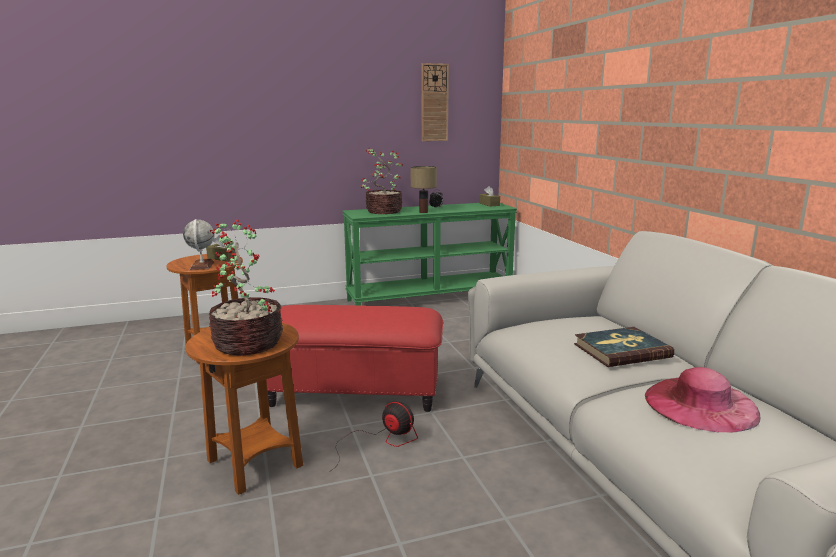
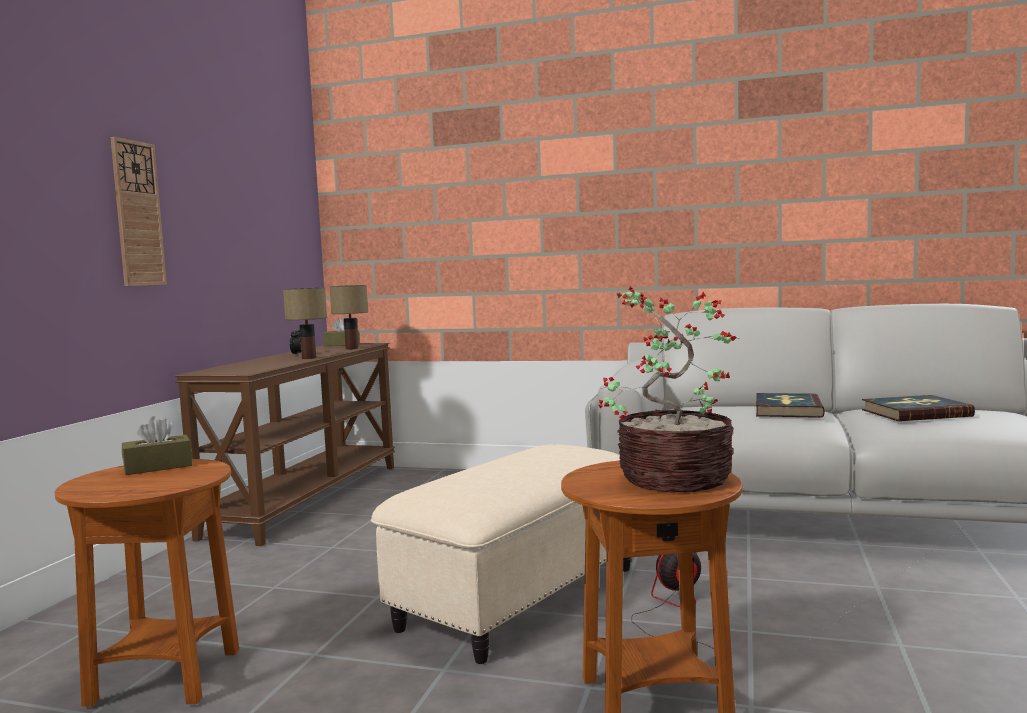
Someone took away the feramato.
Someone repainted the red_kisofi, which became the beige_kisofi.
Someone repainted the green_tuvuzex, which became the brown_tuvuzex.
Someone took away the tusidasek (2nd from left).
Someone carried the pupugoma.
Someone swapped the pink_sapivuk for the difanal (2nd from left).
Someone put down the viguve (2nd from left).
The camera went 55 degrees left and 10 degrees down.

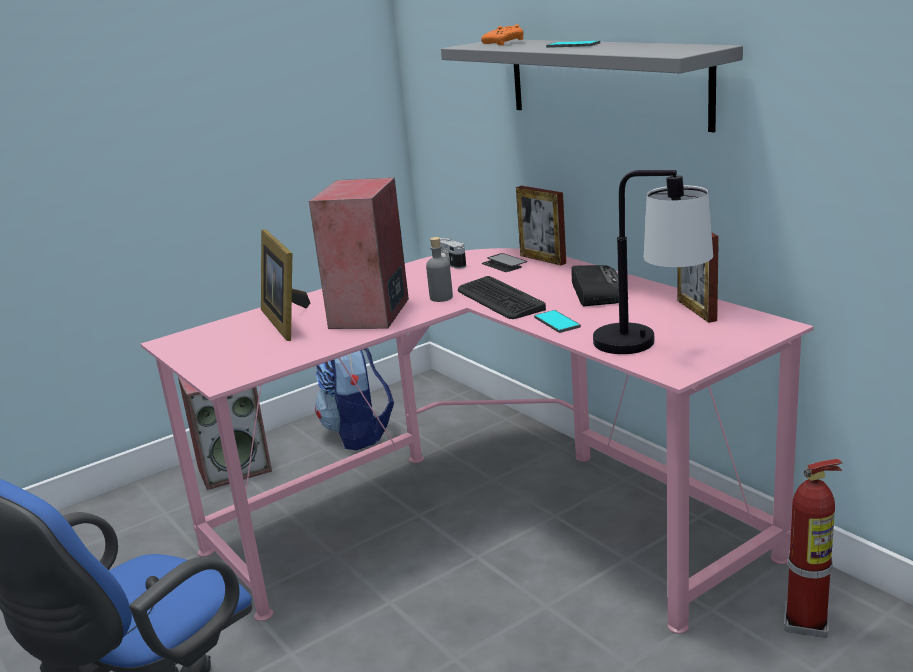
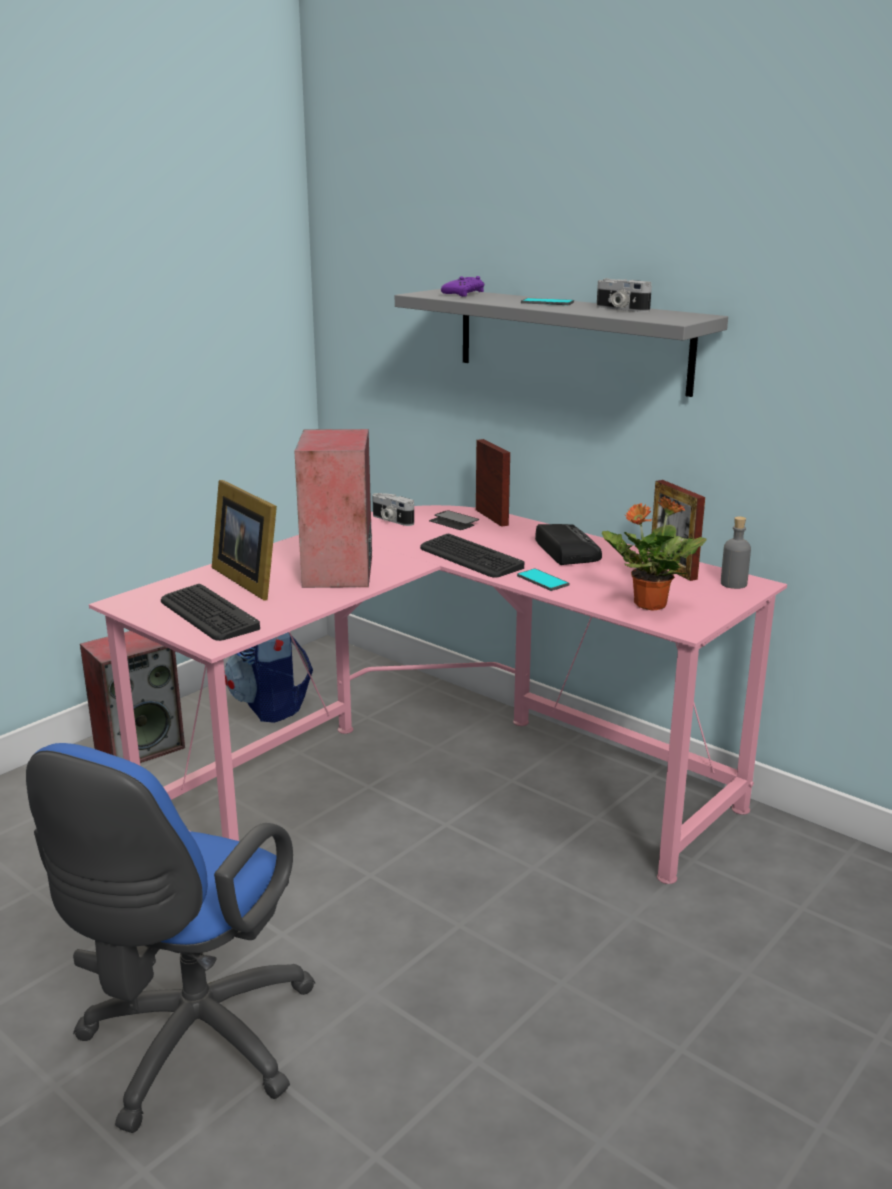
Someone carried the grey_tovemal.
Someone repainted the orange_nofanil, which became the purple_nofanil.
Someone rotated the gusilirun (2nd from left) by 150 degrees counterclockwise.
Someone swapped the viguve for the tusidasek.
Someone took away the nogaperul.
Someone put down the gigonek (1st from left).
Someone put down the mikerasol (2nd from left).
The camera went 15 degrees left and 0 degrees up.

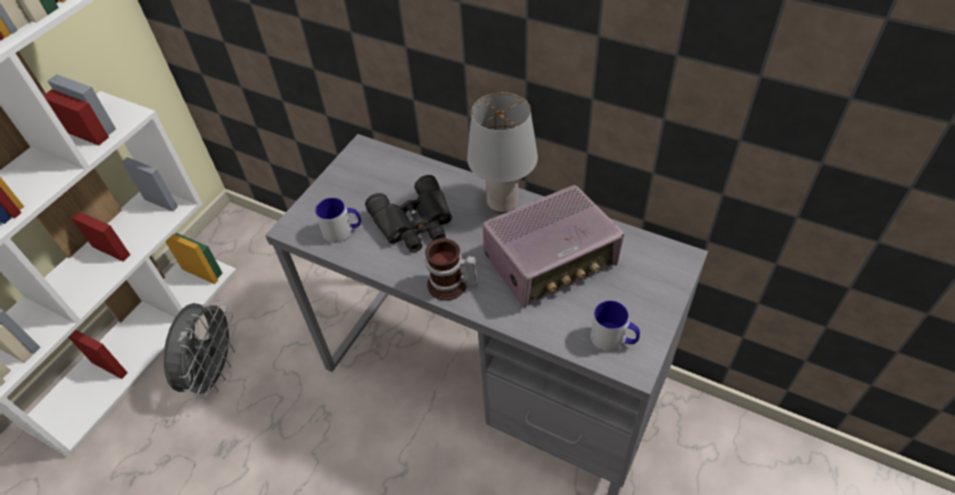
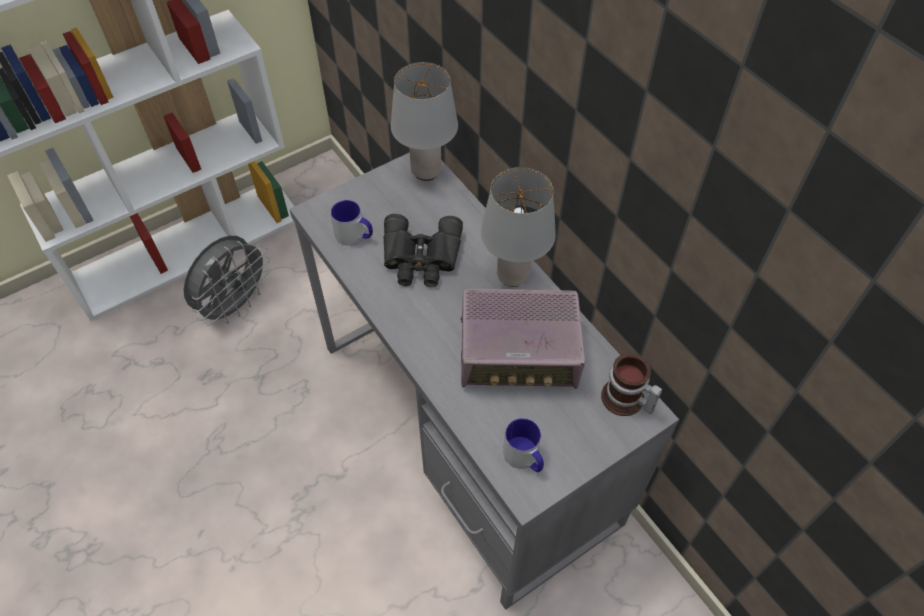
Someone carried the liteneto (2nd from left in the first image).
Someone put down the grey_viguve (1st from left).
The camera went 25 degrees right and 5 degrees up.

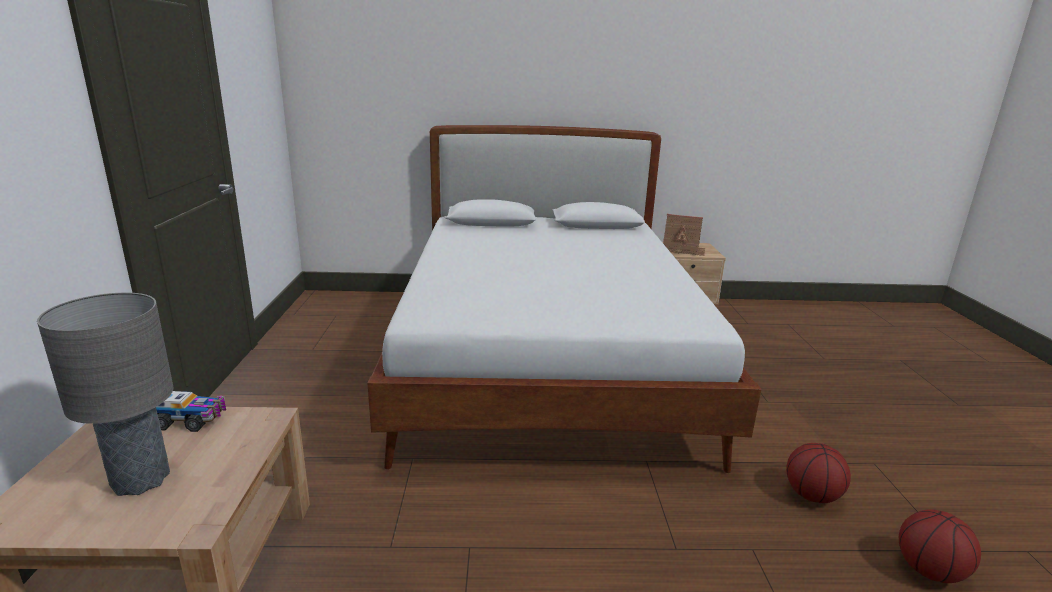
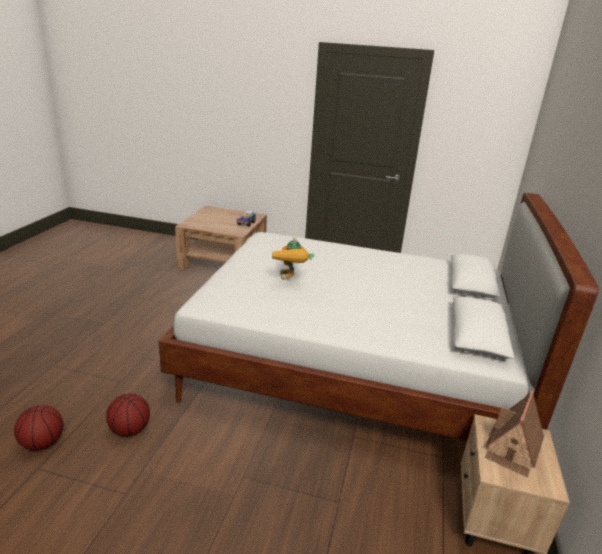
Someone took away the grey_viguve.
Someone put down the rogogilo.
The camera went 105 degrees right and 5 degrees up.

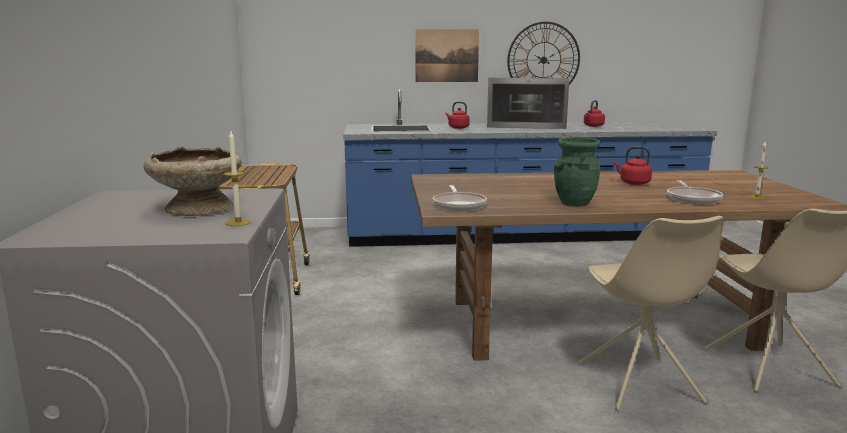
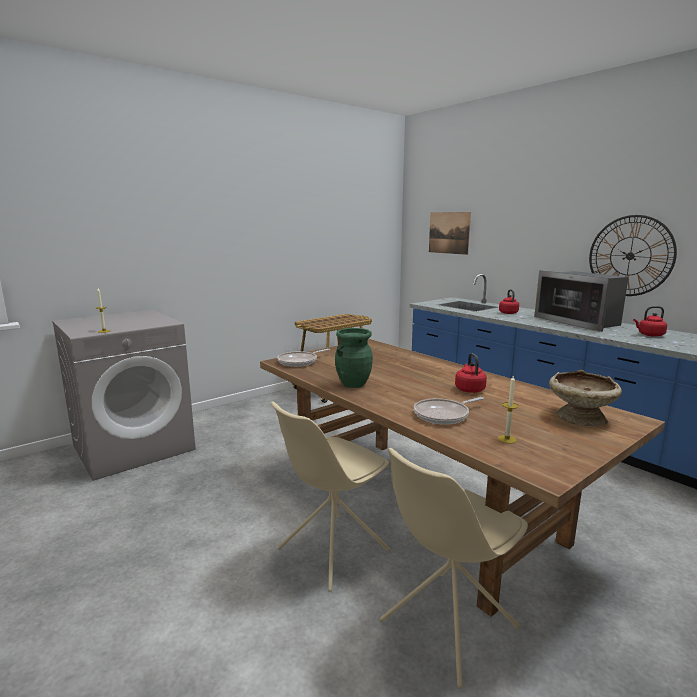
Someone carried the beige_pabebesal.
Someone carried the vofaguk.
The camera went 55 degrees right and 0 degrees up.

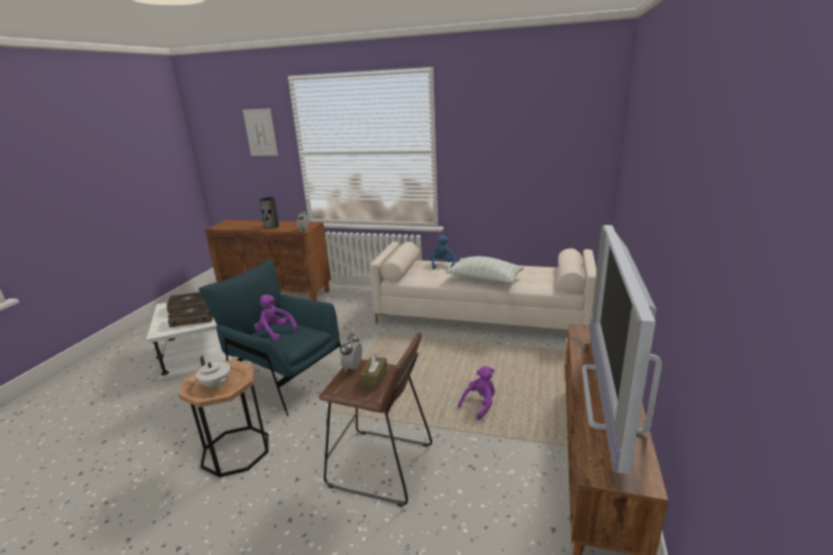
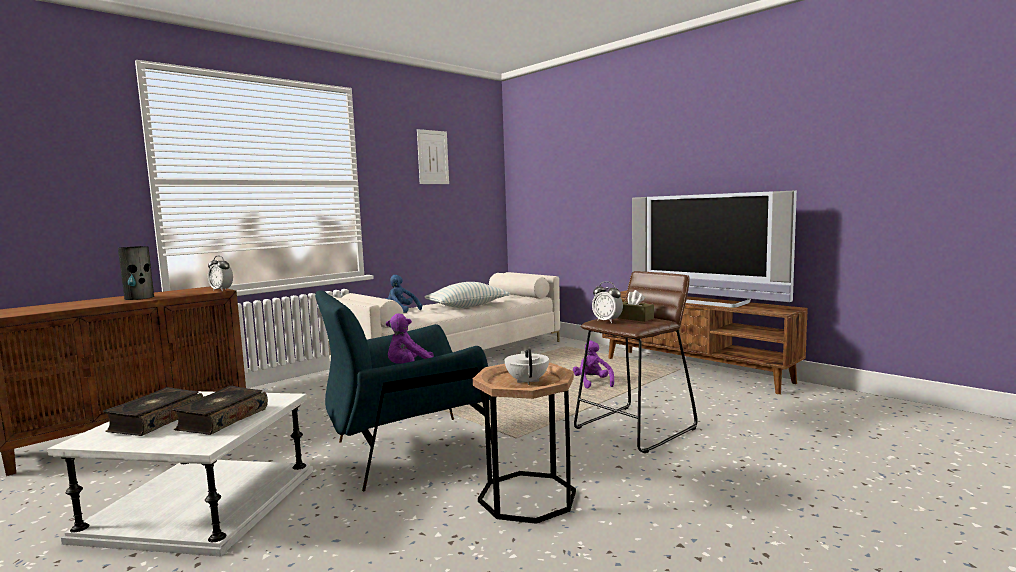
Someone rotated the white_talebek by 75 degrees counterclockwise.
Someone carried the vofaguk.
The camera went 60 degrees left and 15 degrees down.

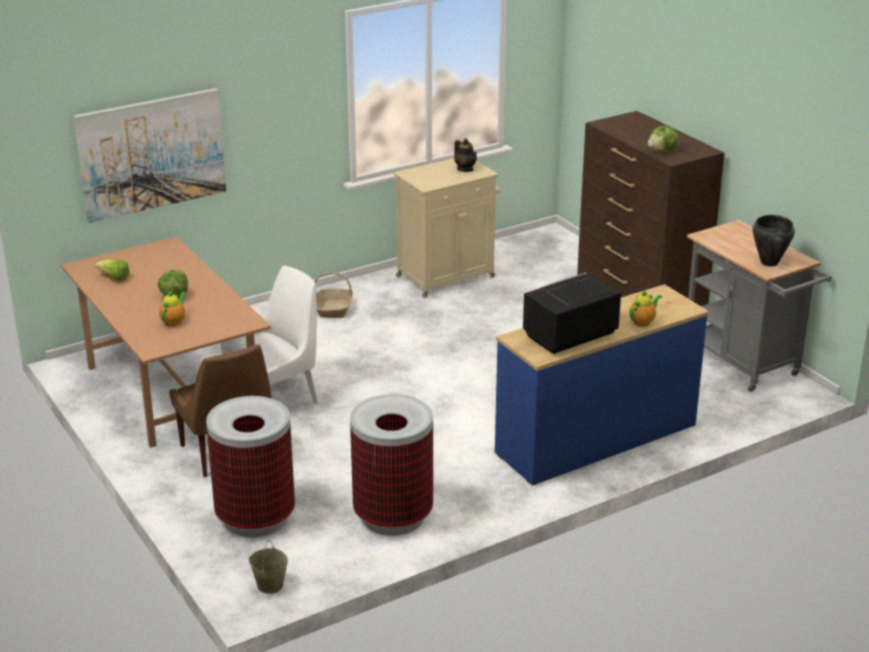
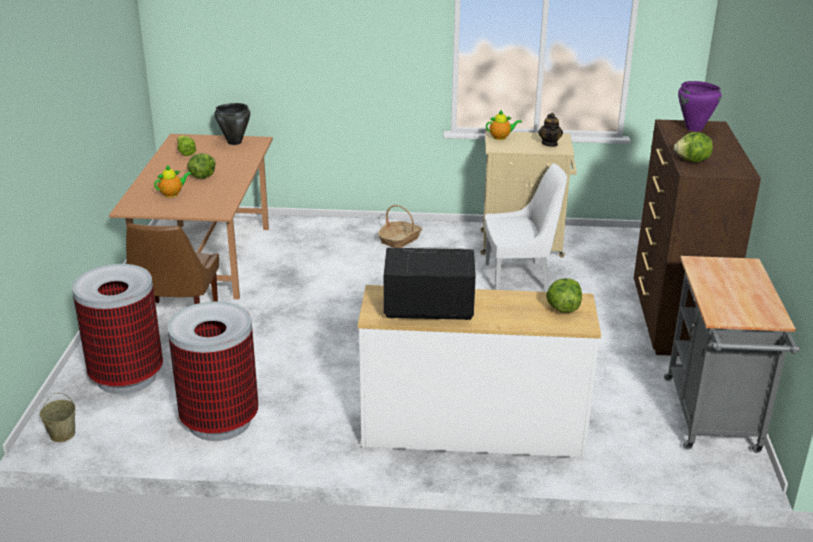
Someone took away the vofaguk.
Someone carried the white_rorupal.
Someone repainted the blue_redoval, which became the white_redoval.
Someone carried the talebek (3rd from left in the first image).
Someone carried the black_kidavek.
Someone put down the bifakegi (3rd from left).
Someone put down the purple_kidavek.
The camera went 35 degrees right and 0 degrees up.

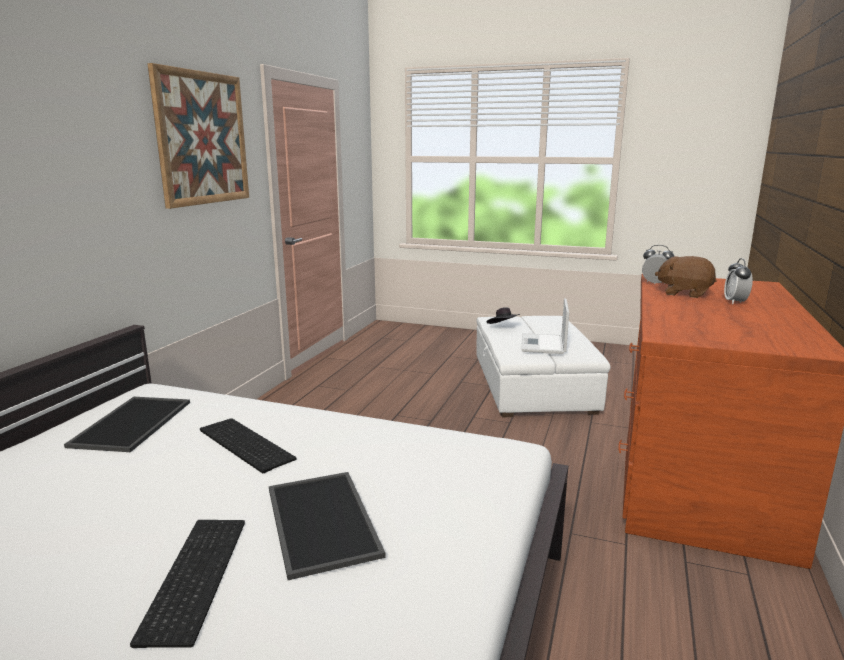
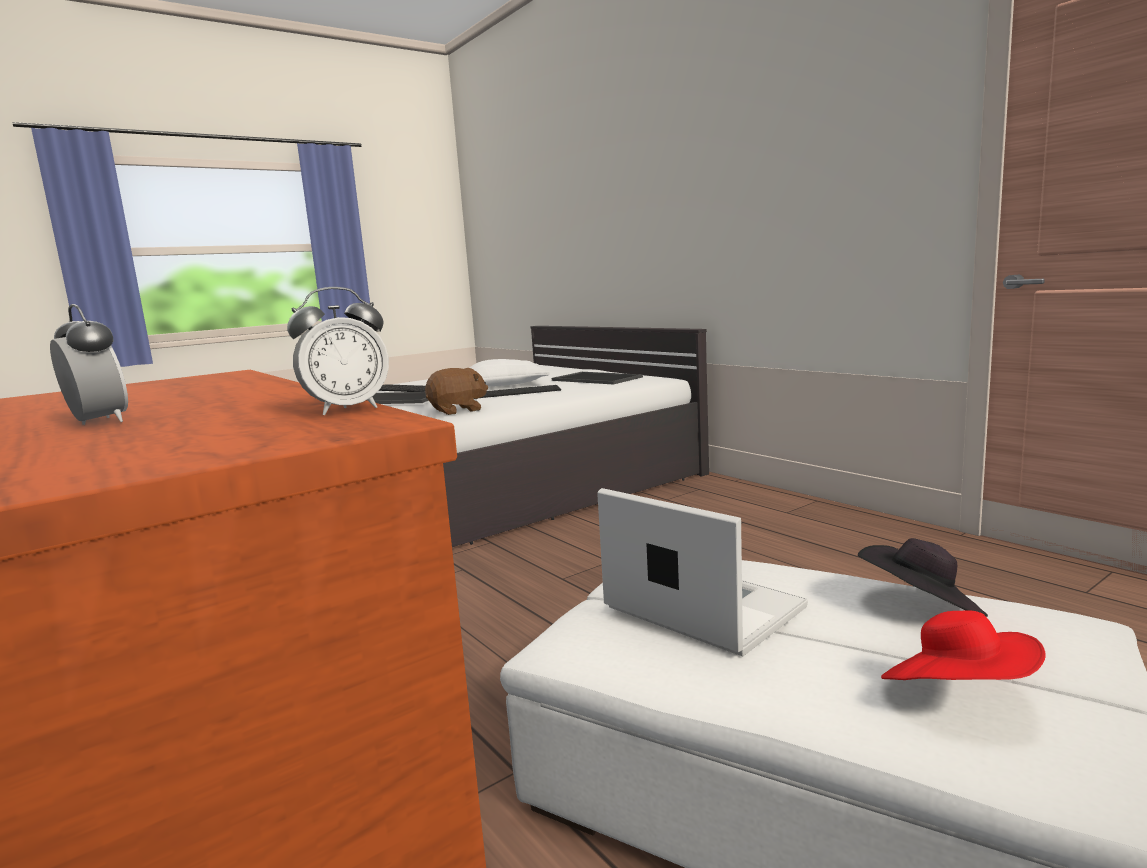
Someone took away the vofaguk.
Someone carried the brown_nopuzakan.
Someone put down the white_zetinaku.
Someone put down the red_sapivuk.
The camera went 125 degrees right and 5 degrees down.

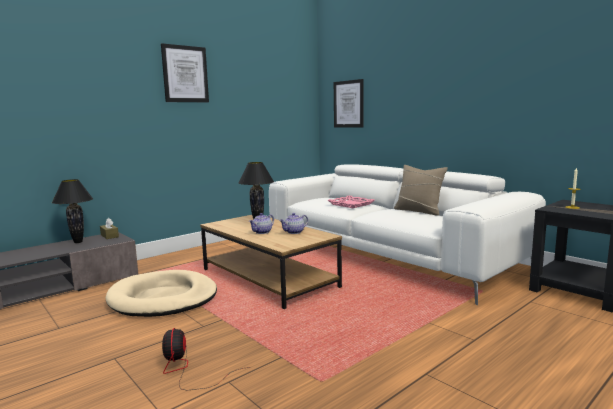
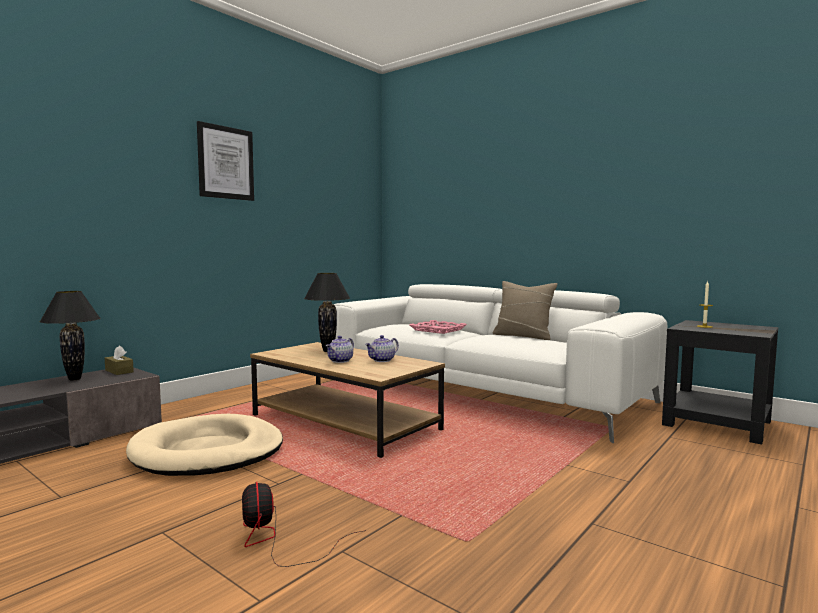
Someone took away the vofaguk (2nd from left).
The camera went 10 degrees left and 5 degrees down.

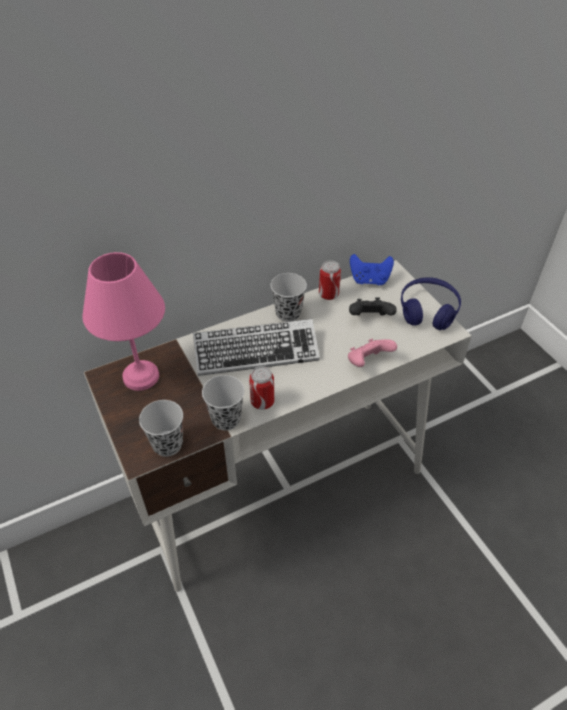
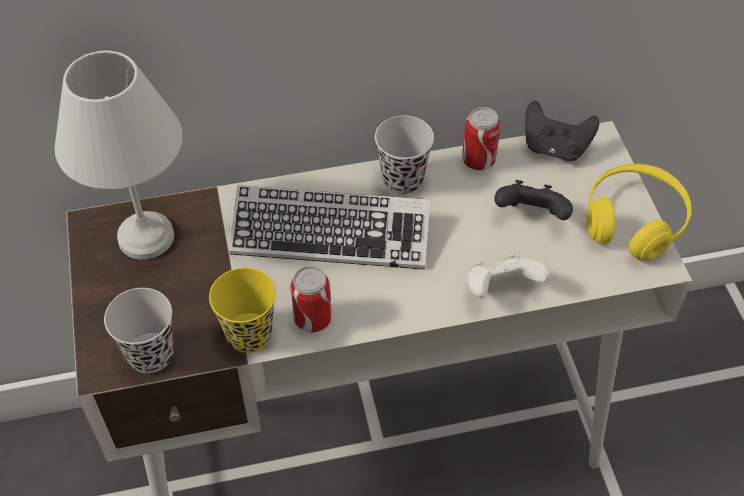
Someone repainted the pink_viguve, which became the white_viguve.
Someone repainted the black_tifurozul (2nd from left), which became the yellow_tifurozul.
Someone repainted the pink_nofanil, which became the white_nofanil.
Someone repainted the blue_nofanil, which became the black_nofanil (2nd from left).
Someone repainted the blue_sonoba, which became the yellow_sonoba.
The camera went 15 degrees right and 5 degrees up.

